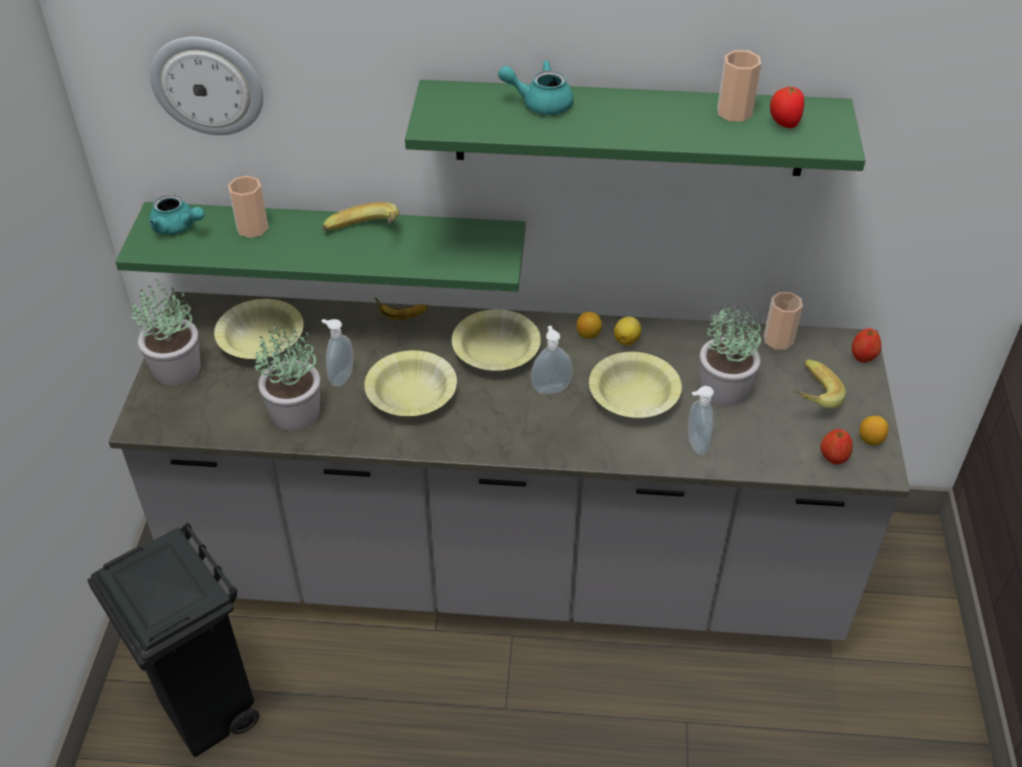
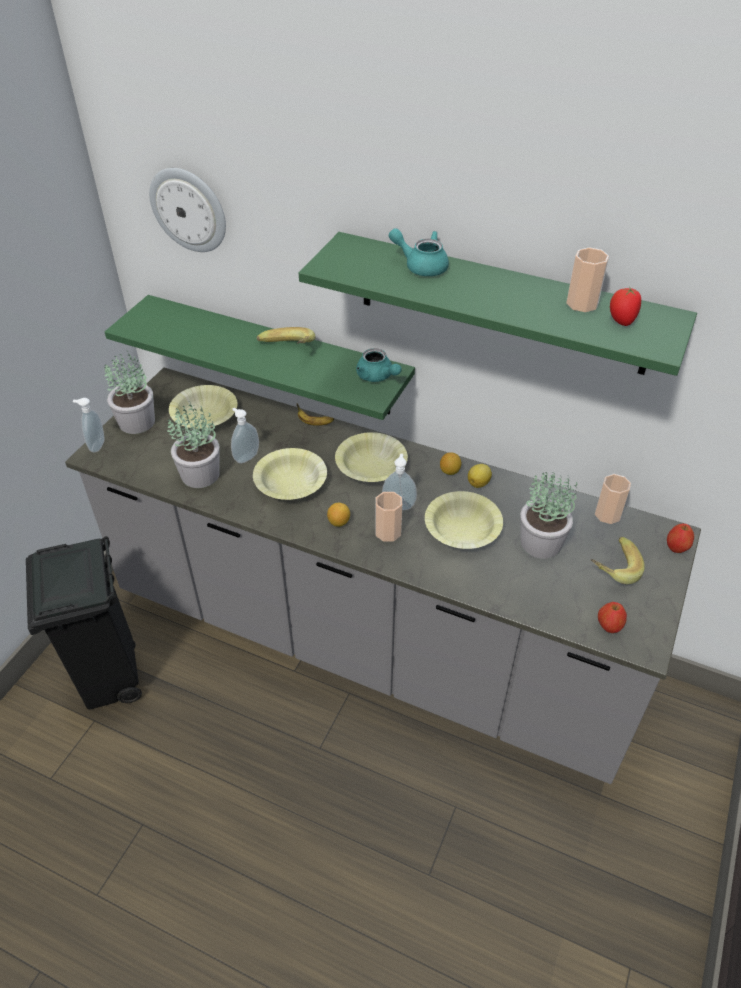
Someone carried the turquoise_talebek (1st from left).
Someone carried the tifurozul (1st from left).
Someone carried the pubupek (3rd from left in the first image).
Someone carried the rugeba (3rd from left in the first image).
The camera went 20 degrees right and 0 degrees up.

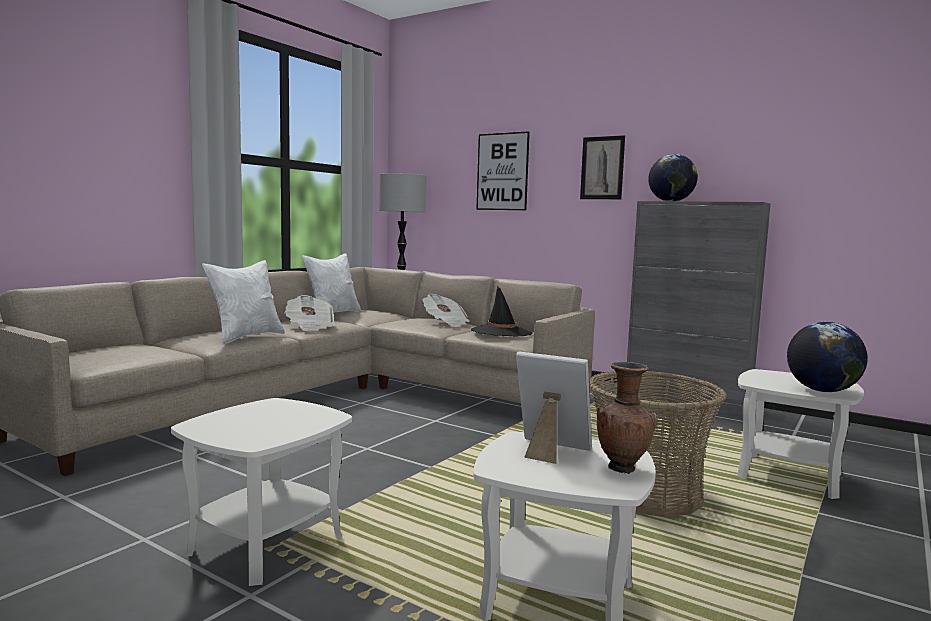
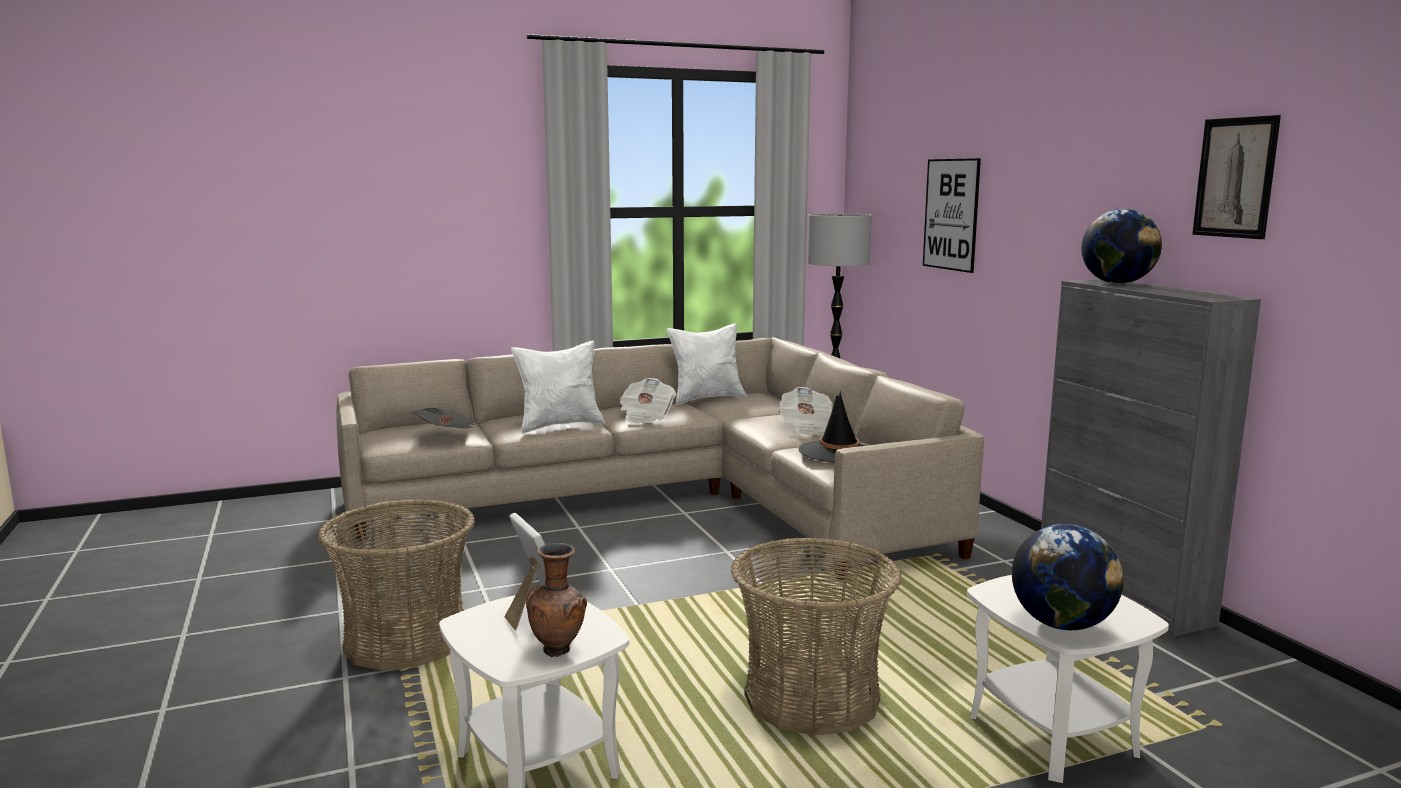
Someone swapped the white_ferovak (1st from left) for the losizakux (1st from left).
Someone carried the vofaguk (2nd from left).
Someone put down the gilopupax (1st from left).
The camera went 35 degrees right and 5 degrees up.

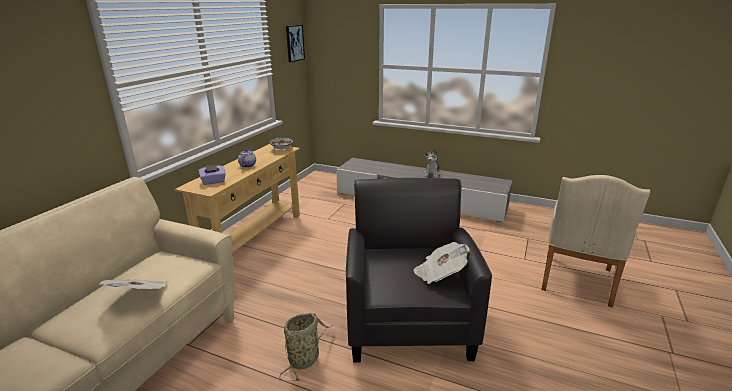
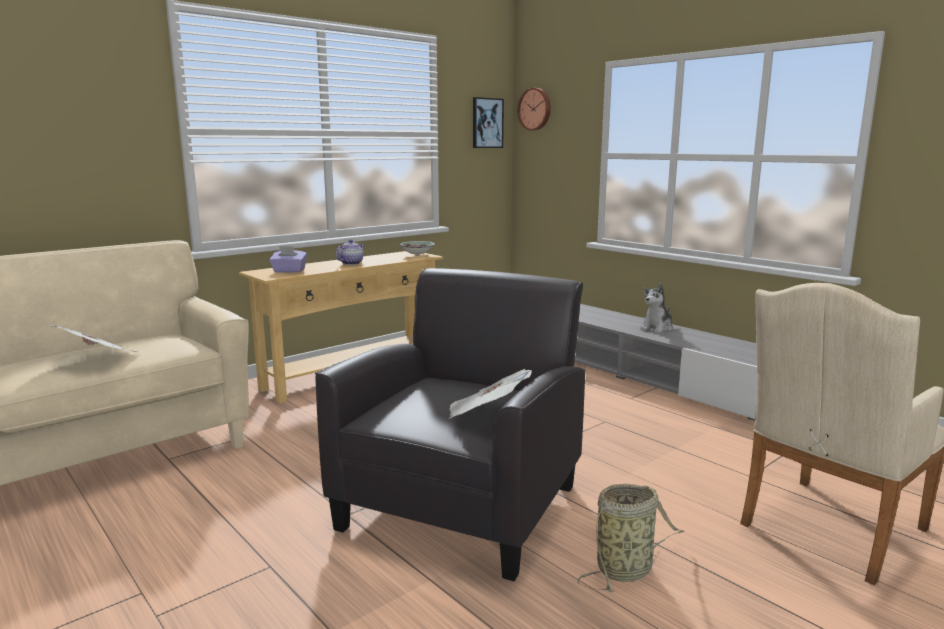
Someone carried the losizakux.
Someone put up the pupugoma.
The camera went 25 degrees right and 10 degrees down.

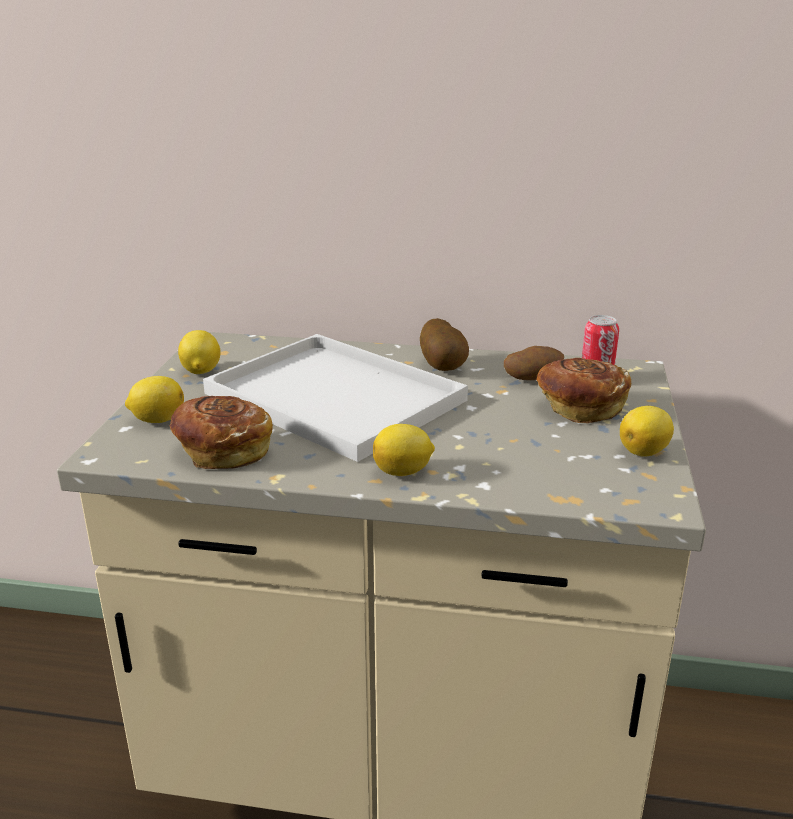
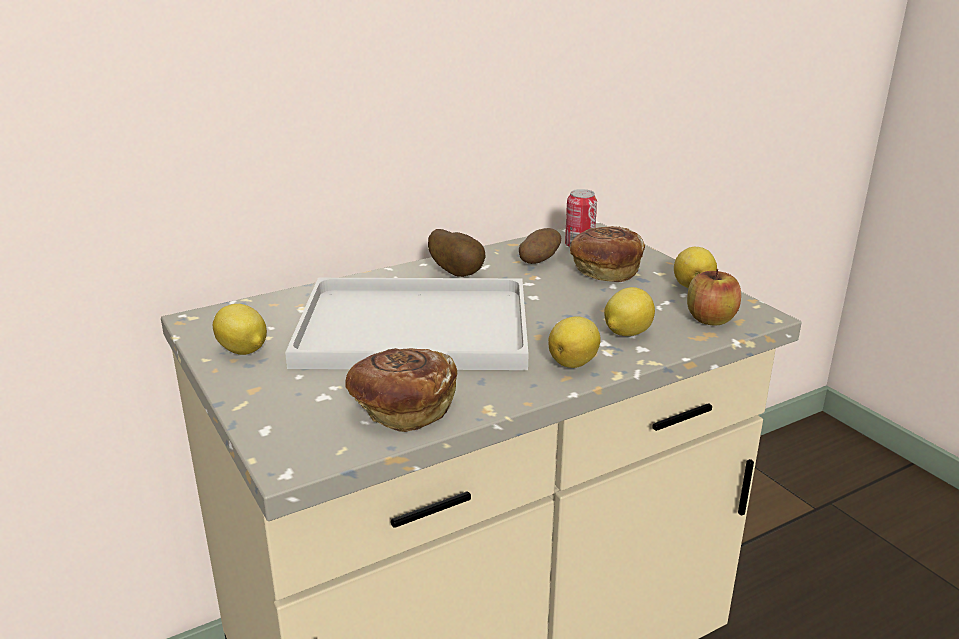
Someone carried the rugeba (1st from left in the first image).
Someone put down the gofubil.
The camera went 40 degrees left and 0 degrees up.

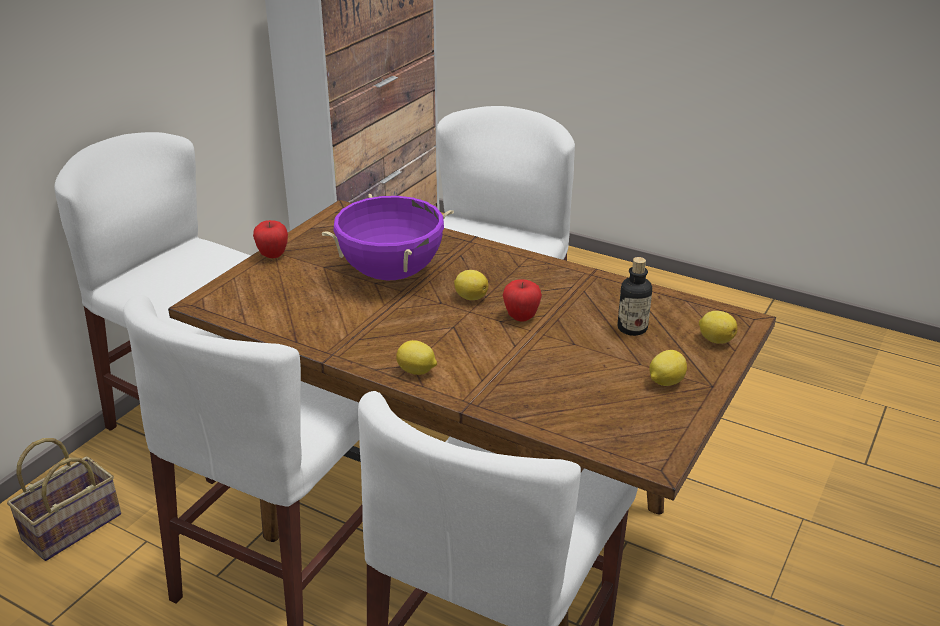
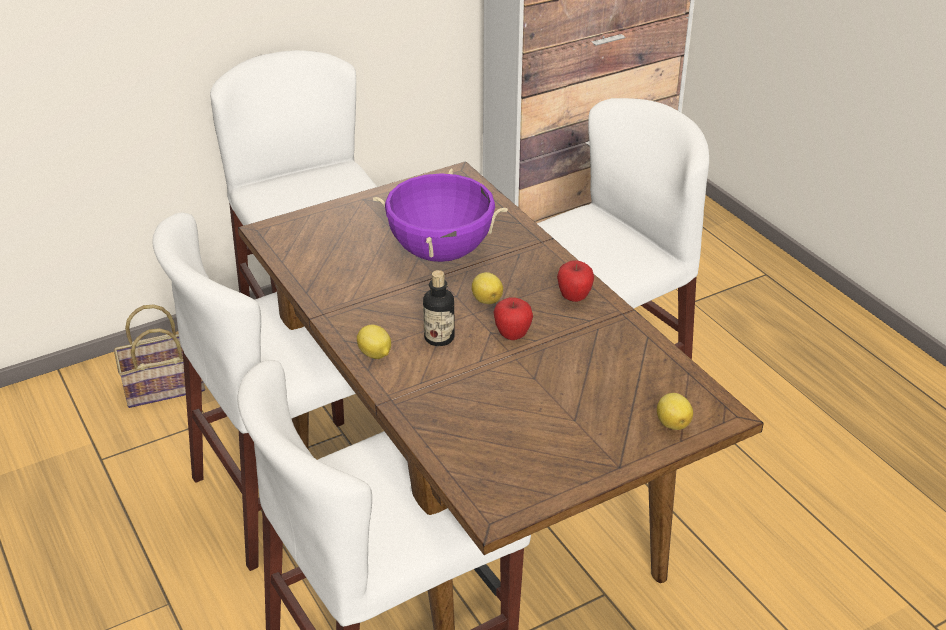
Someone carried the gofubil (1st from left in the first image).
Someone carried the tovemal.
Someone took away the rugeba (3rd from left).
The camera went 30 degrees right and 5 degrees up.

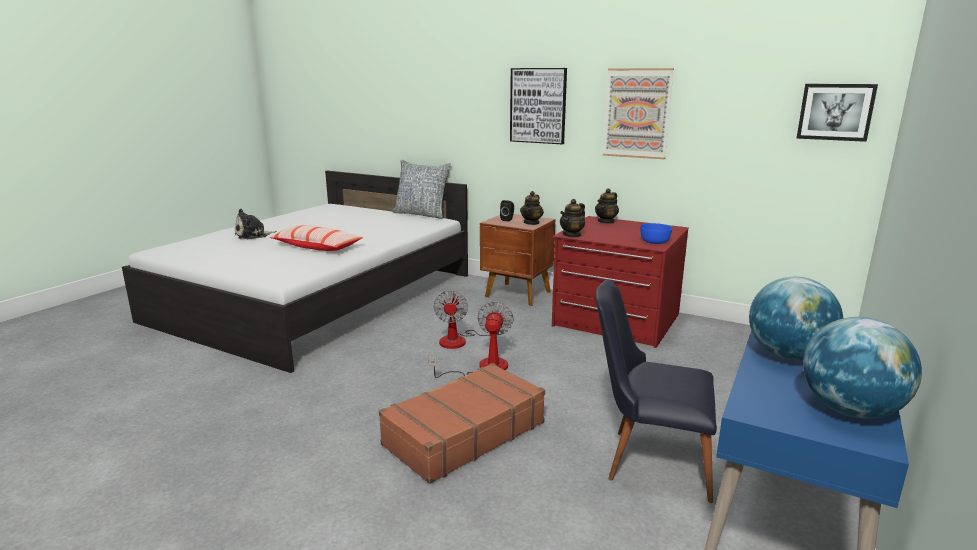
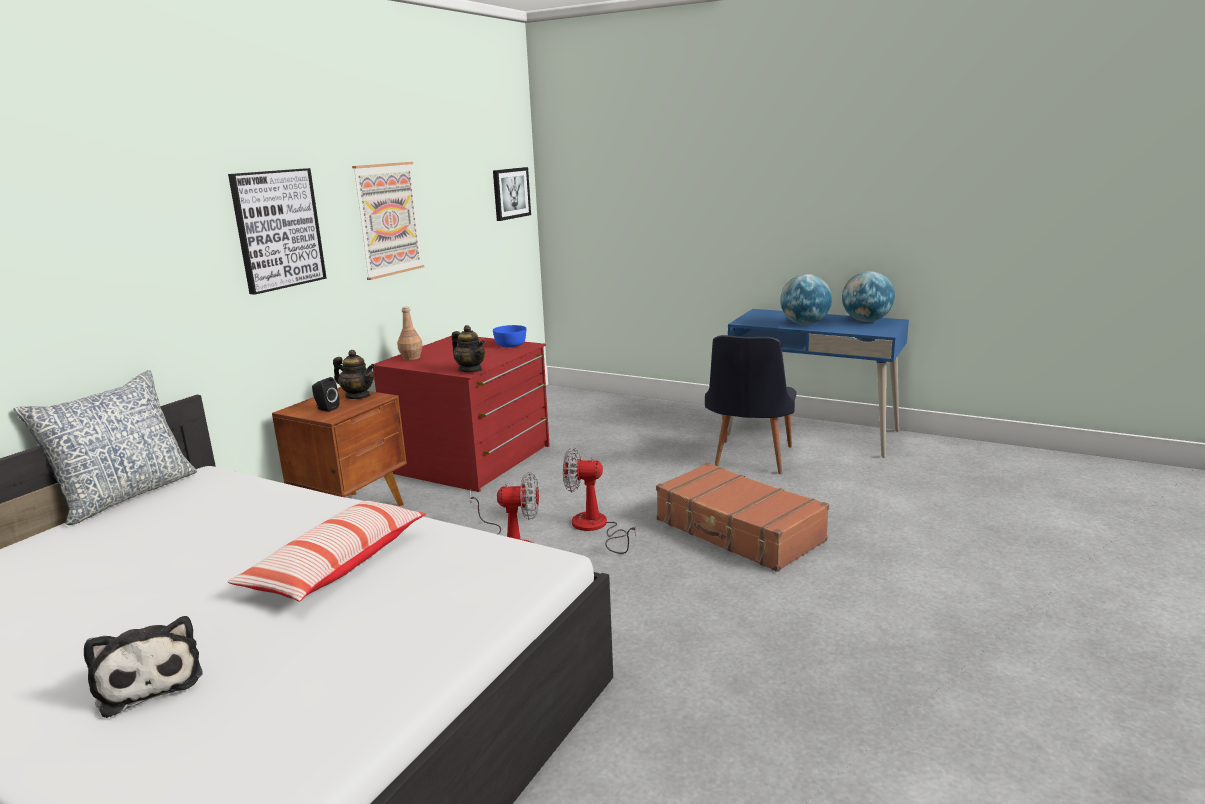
Someone swapped the talebek (3rd from left) for the brown_tovemal.
The camera went 90 degrees left and 0 degrees up.

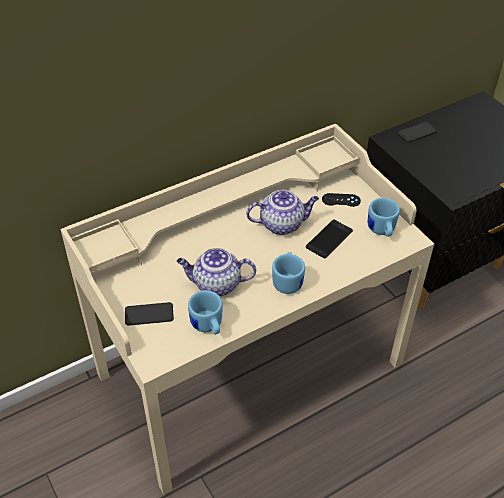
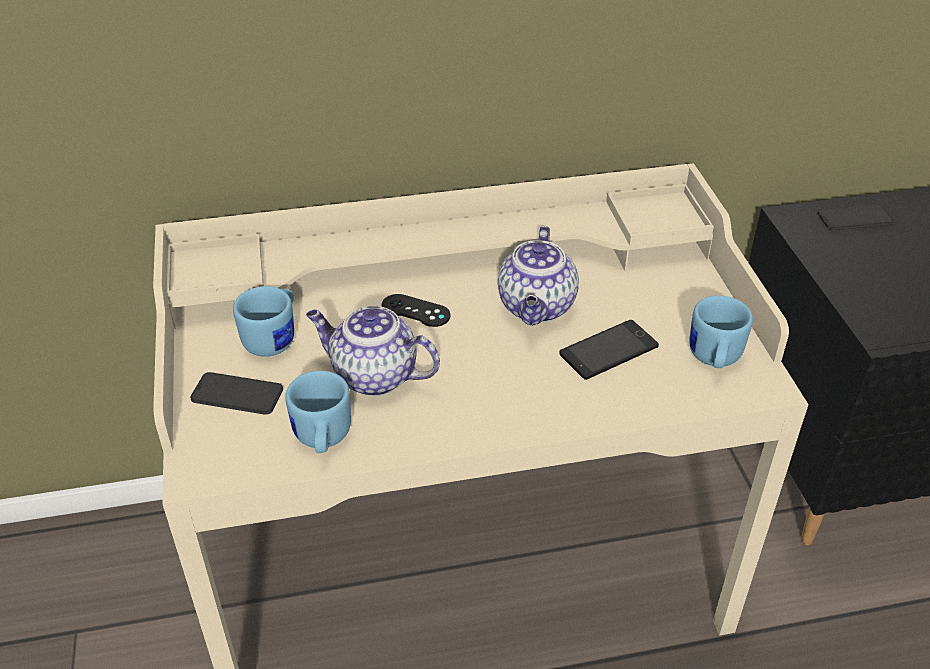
Someone rotated the talebek (2nd from left) by 90 degrees clockwise.
Someone carried the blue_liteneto (2nd from left in the first image).
Someone carried the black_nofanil.
The camera went 20 degrees right and 5 degrees down.

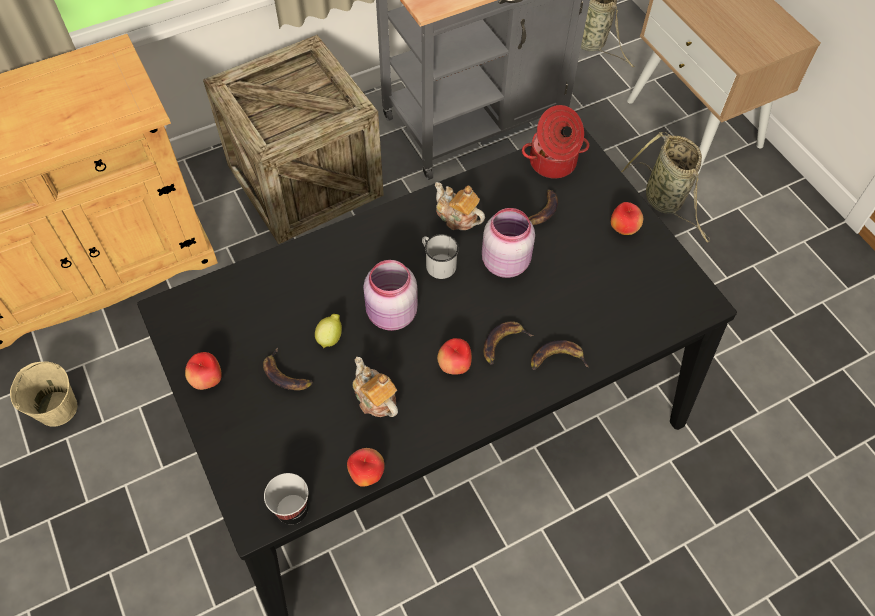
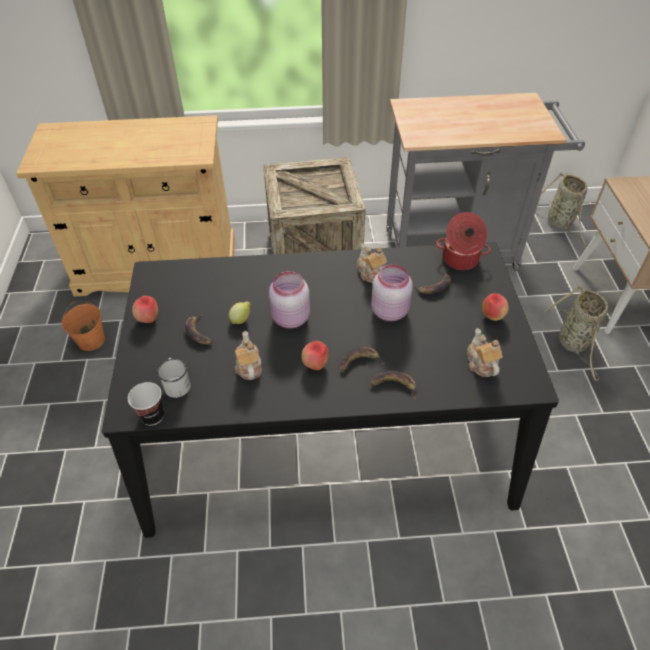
Someone repainted the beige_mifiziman, which became the orange_mifiziman.
Someone took away the gofubil (2nd from left).
Someone carried the white_liteneto.
Someone put down the talebek (3rd from left).
The camera went 25 degrees right and 10 degrees down.

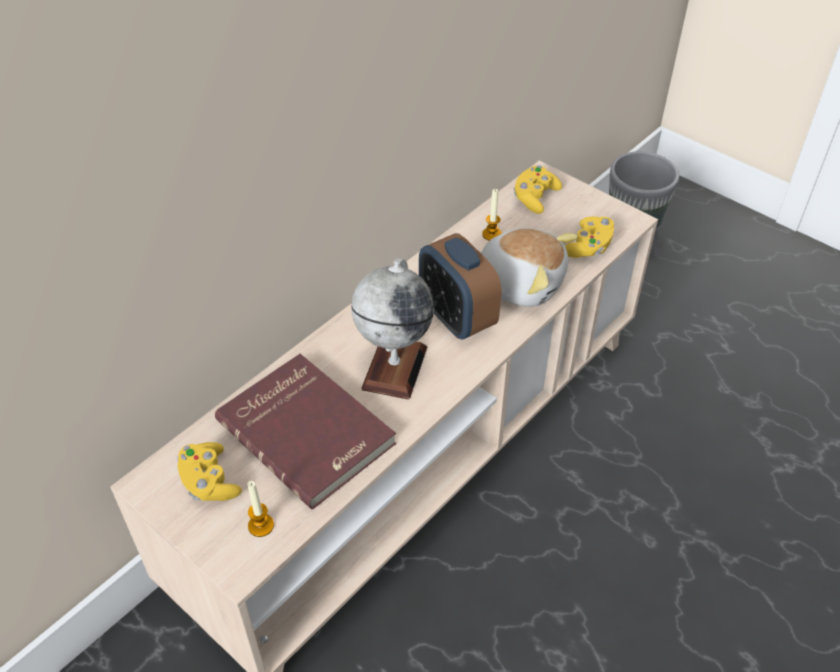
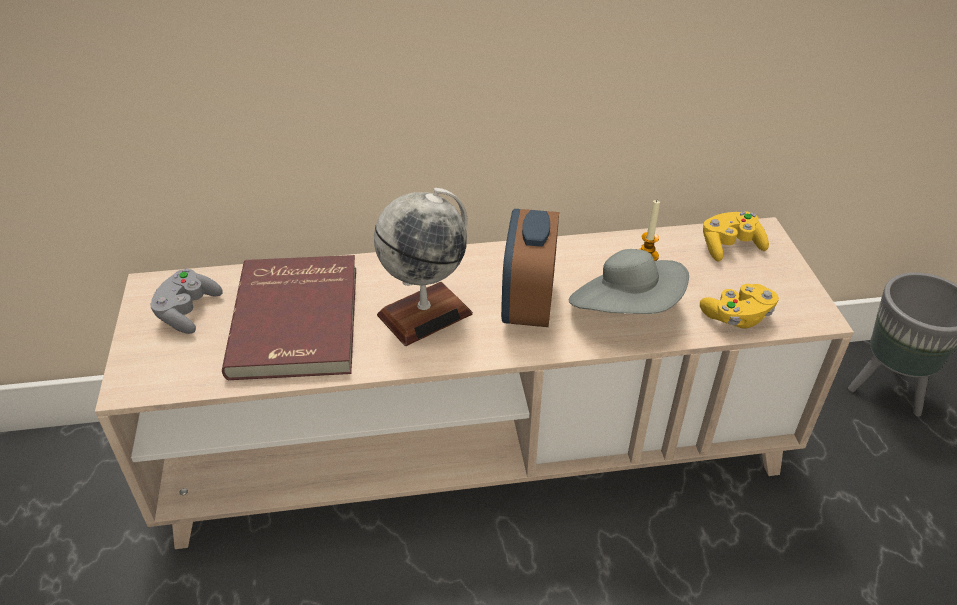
Someone repainted the yellow_nofanil (1st from left), which became the grey_nofanil.
Someone took away the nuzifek (1st from left).
Someone swapped the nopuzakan for the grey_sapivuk.
The camera went 40 degrees right and 5 degrees down.

